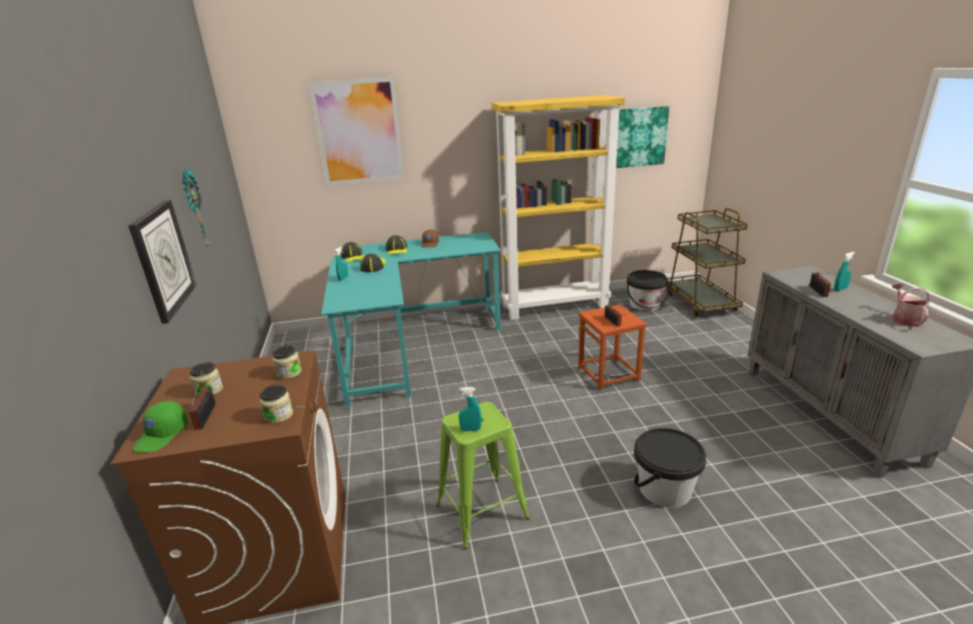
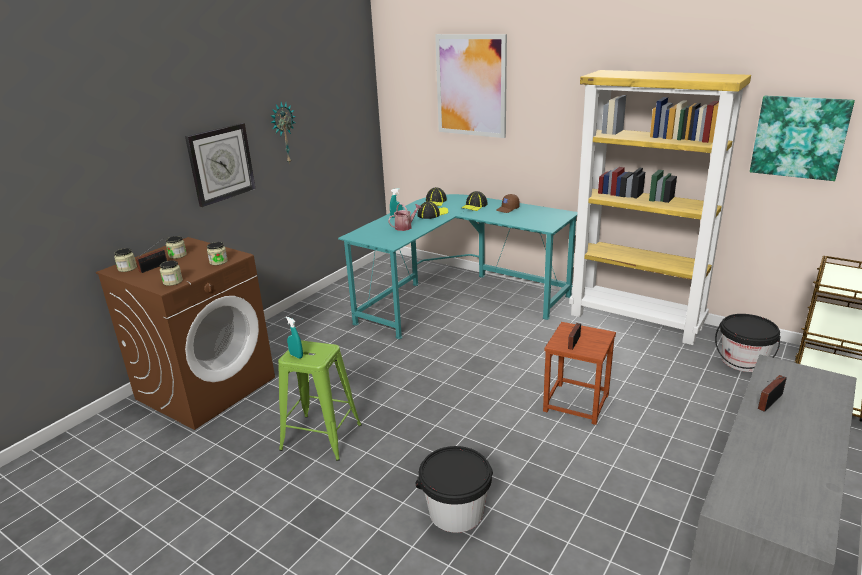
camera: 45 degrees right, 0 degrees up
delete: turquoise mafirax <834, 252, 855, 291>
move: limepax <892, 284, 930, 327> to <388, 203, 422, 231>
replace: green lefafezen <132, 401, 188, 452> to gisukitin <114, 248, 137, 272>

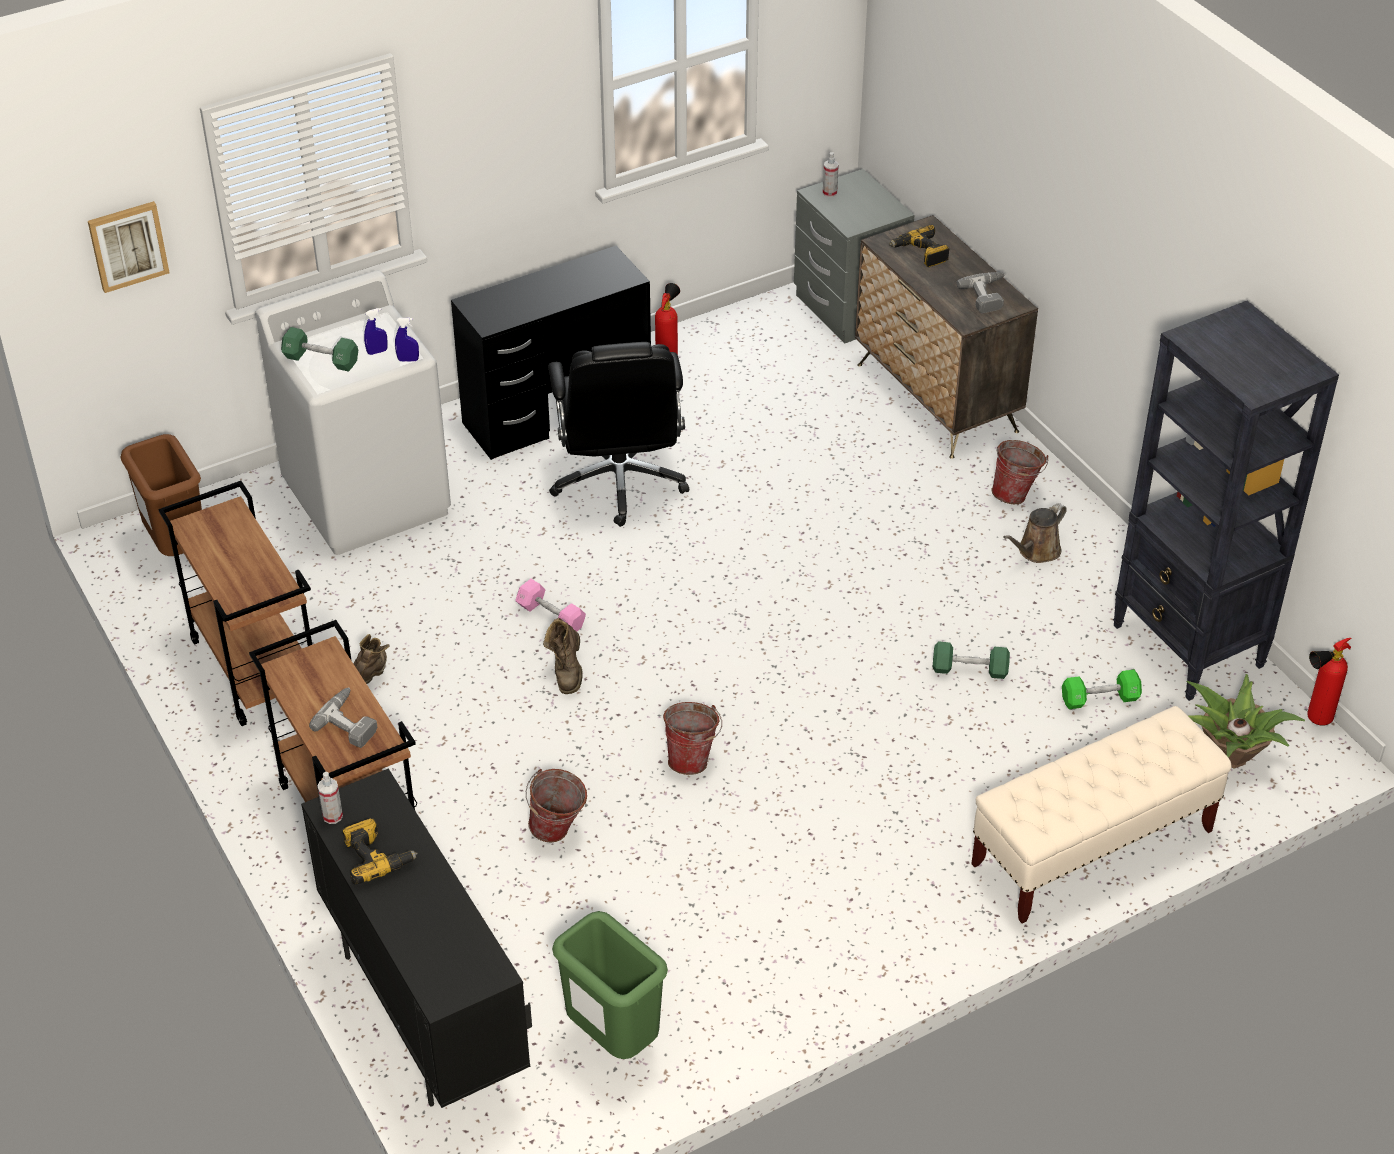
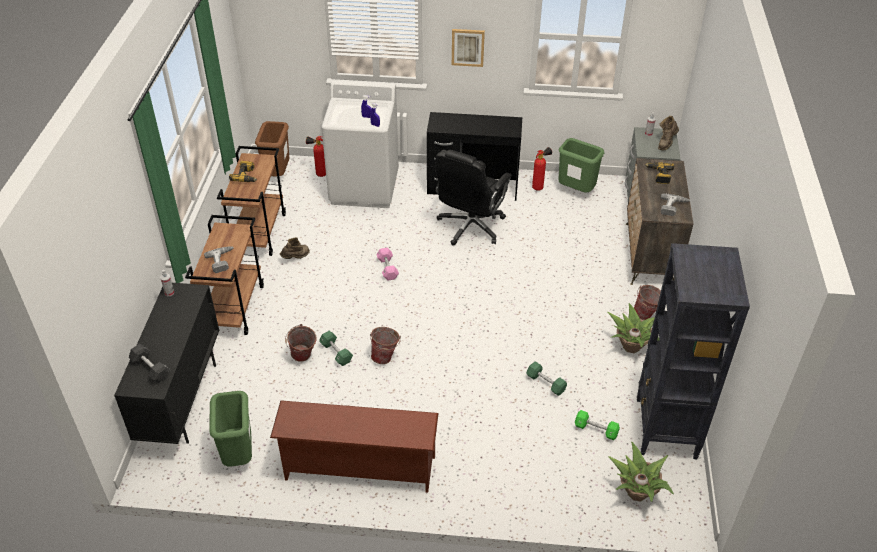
camera: 35 degrees right, 0 degrees up
delete: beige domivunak <971, 706, 1231, 923>
insert: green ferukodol <558, 138, 604, 192>; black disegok <129, 344, 170, 383>; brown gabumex <270, 400, 439, 493>
move: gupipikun <88, 201, 170, 293> to <452, 29, 485, 67>; green disegok <281, 327, 358, 372> to <319, 330, 353, 366>; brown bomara <543, 618, 583, 694> to <658, 116, 679, 150>; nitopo <1307, 638, 1351, 726> to <306, 136, 326, 177>; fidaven <342, 818, 418, 885> to <229, 161, 257, 182>
replace: brown limepax <1003, 503, 1067, 563> to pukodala <607, 303, 660, 353>

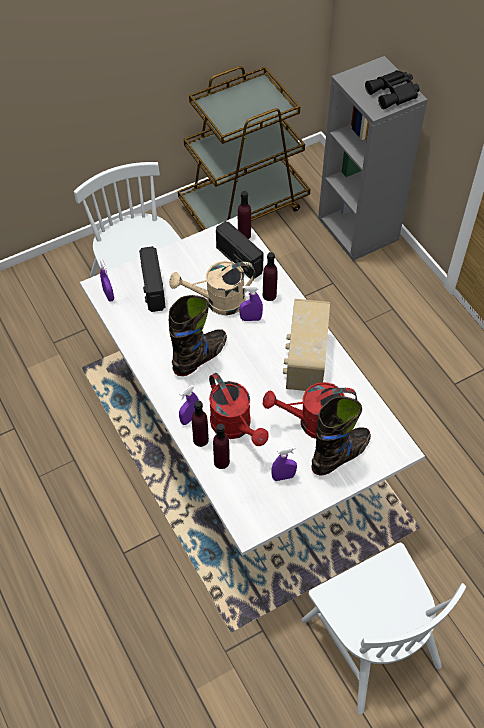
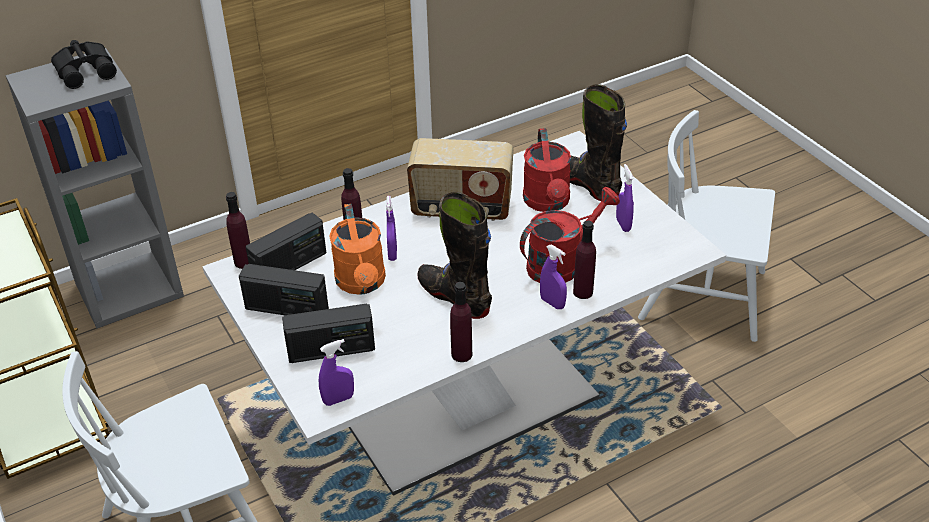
camera: 90 degrees left, 15 degrees down
insert: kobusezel <239, 264, 329, 315>
move: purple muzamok <213, 423, 230, 469> to <450, 282, 472, 362>
recolor: beige limepax <169, 261, 255, 315> to orange limepax <329, 204, 386, 295>
rotate: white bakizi <302, 543, 466, 714> = <638, 110, 775, 342> 135 degrees counterclockwise

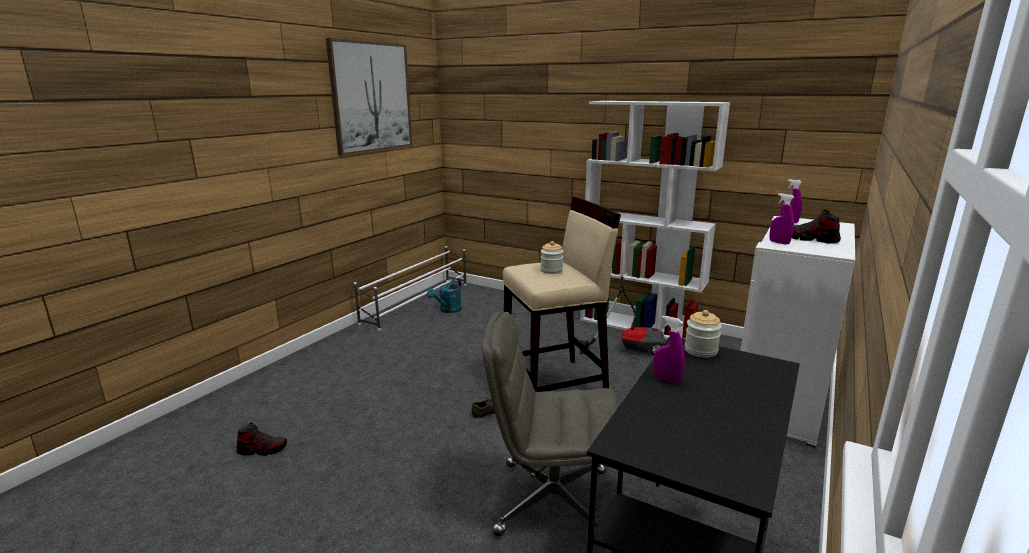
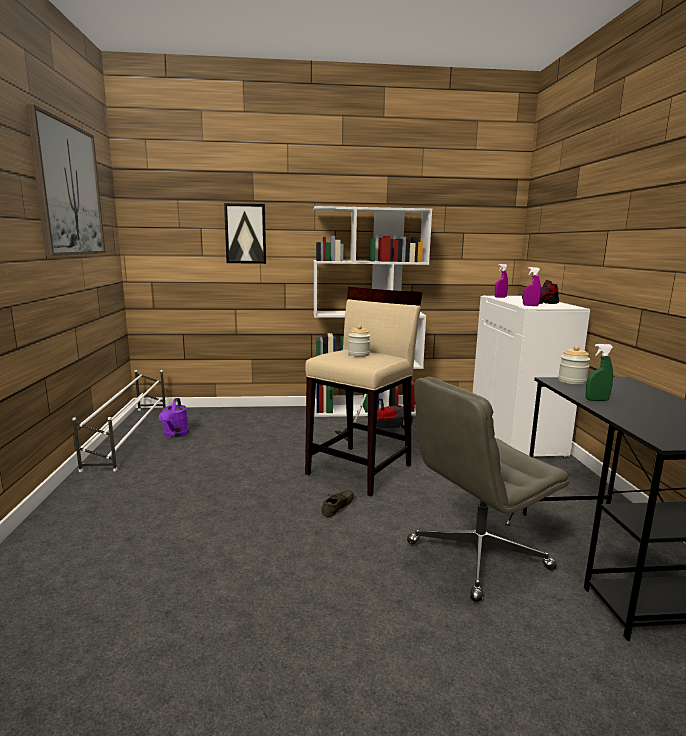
camera: 35 degrees left, 5 degrees down
delete: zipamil <236, 422, 287, 456>
insert: gupipikun <224, 203, 266, 264>
recolor: turquoise limepax <427, 278, 462, 313> to purple limepax <159, 398, 189, 438>; purple mafirax <653, 316, 685, 384> to green mafirax <586, 344, 613, 401>

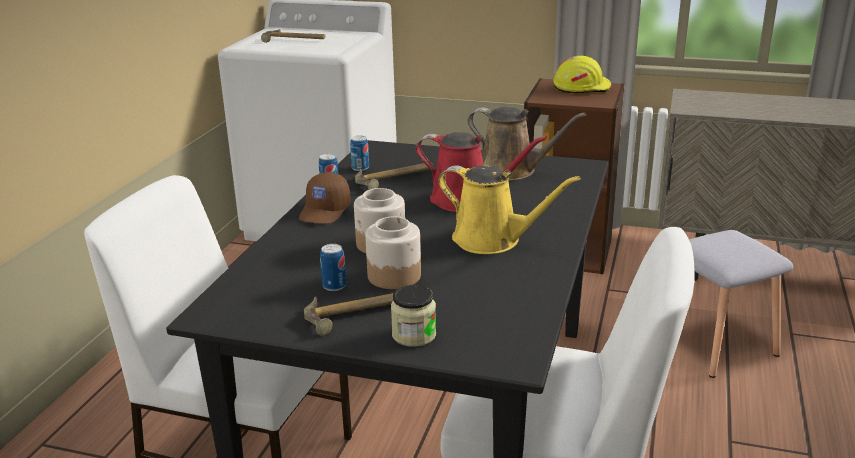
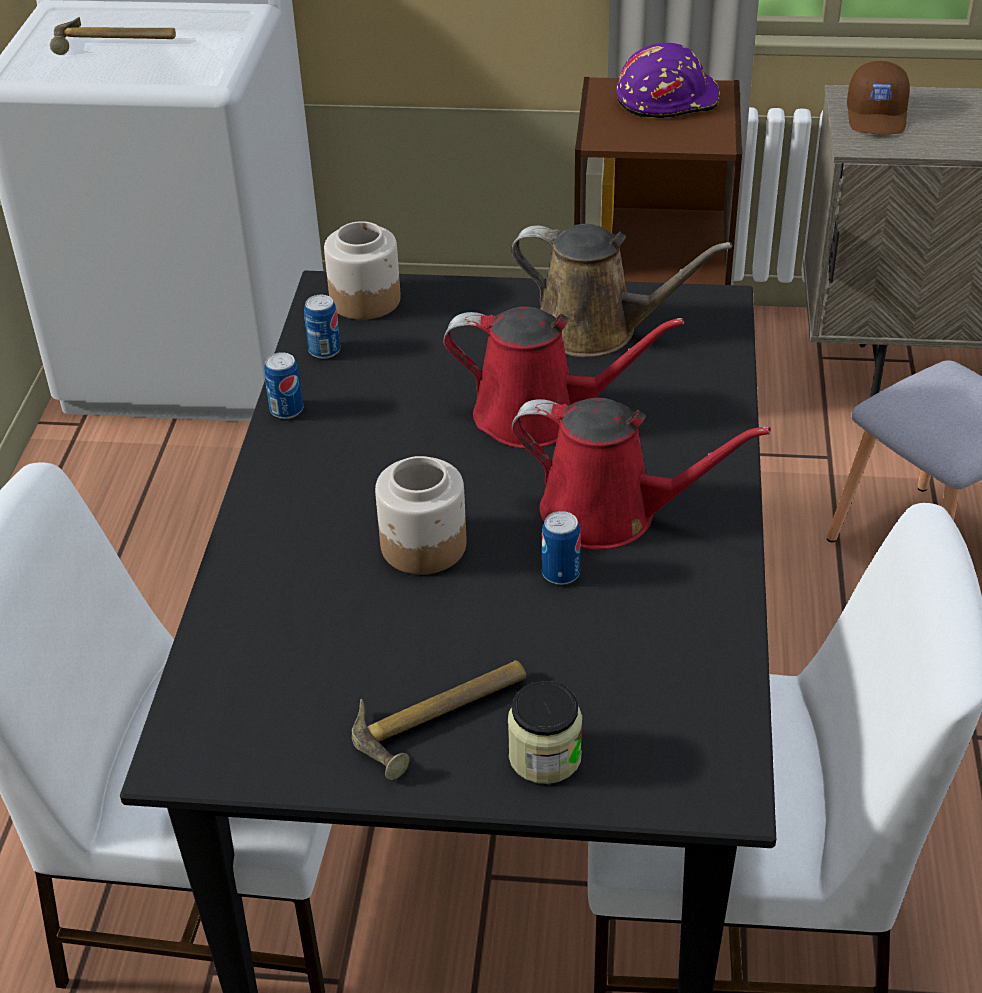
camera: 10 degrees left, 15 degrees up
delete: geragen <355, 163, 429, 190>
move: brown lefafezen <299, 172, 351, 224> to <847, 61, 910, 135>; gisukitin <365, 216, 421, 289> to <324, 221, 401, 320>; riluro <320, 244, 346, 291> to <541, 511, 581, 585>
recolor: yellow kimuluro <553, 56, 612, 94> to purple kimuluro <616, 43, 720, 118>; yellow limepax <438, 165, 581, 254> to red limepax <511, 398, 771, 550>

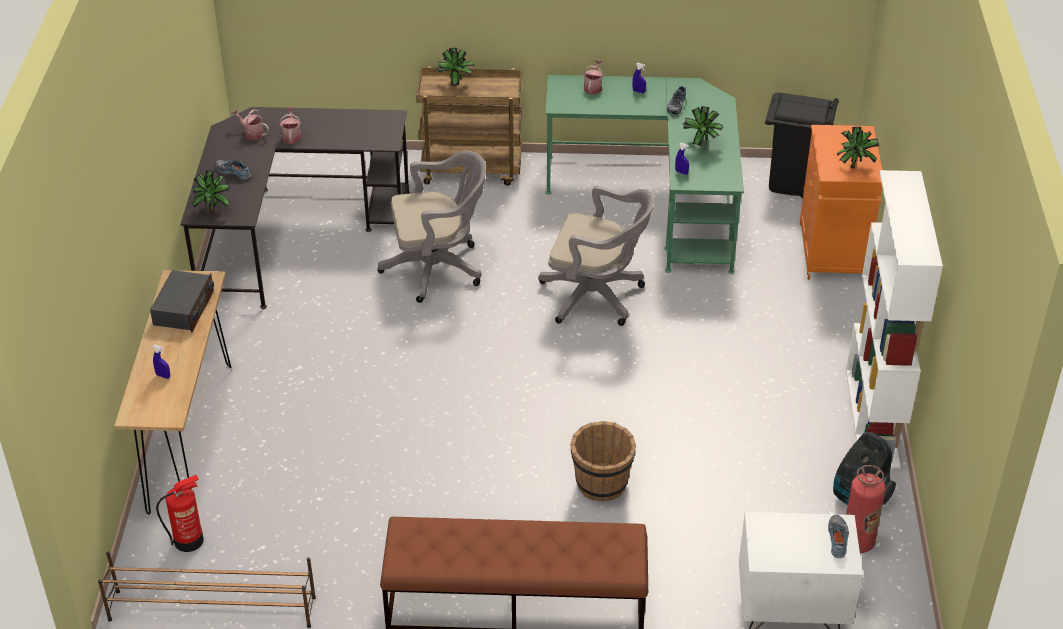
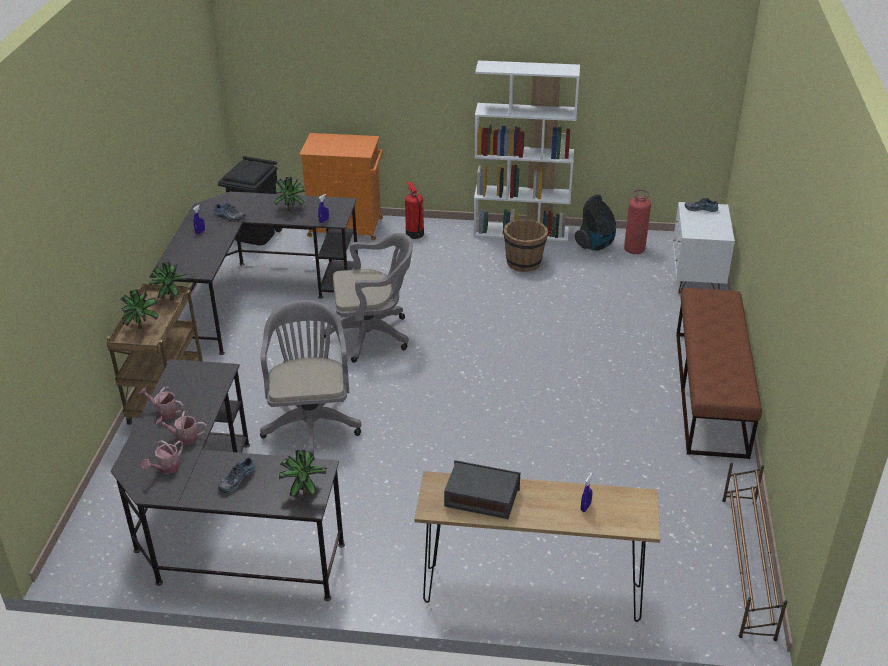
camera: 85 degrees left, 5 degrees down
move: limepax <583, 60, 603, 95> to <139, 387, 184, 419>; pukodala <837, 127, 879, 169> to <149, 262, 188, 300>; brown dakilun <570, 421, 636, 501> to <504, 219, 548, 272>; nitopo <156, 475, 204, 552> to <405, 182, 424, 239>
recolor: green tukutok <545, 75, 744, 274> to black tukutok <149, 192, 358, 355>
rotate: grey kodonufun <538, 186, 654, 326> = <324, 233, 413, 363> 60 degrees clockwise

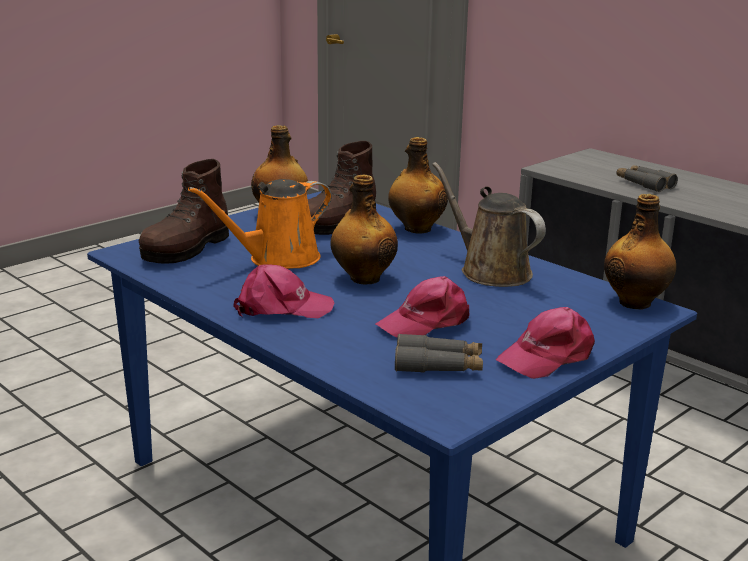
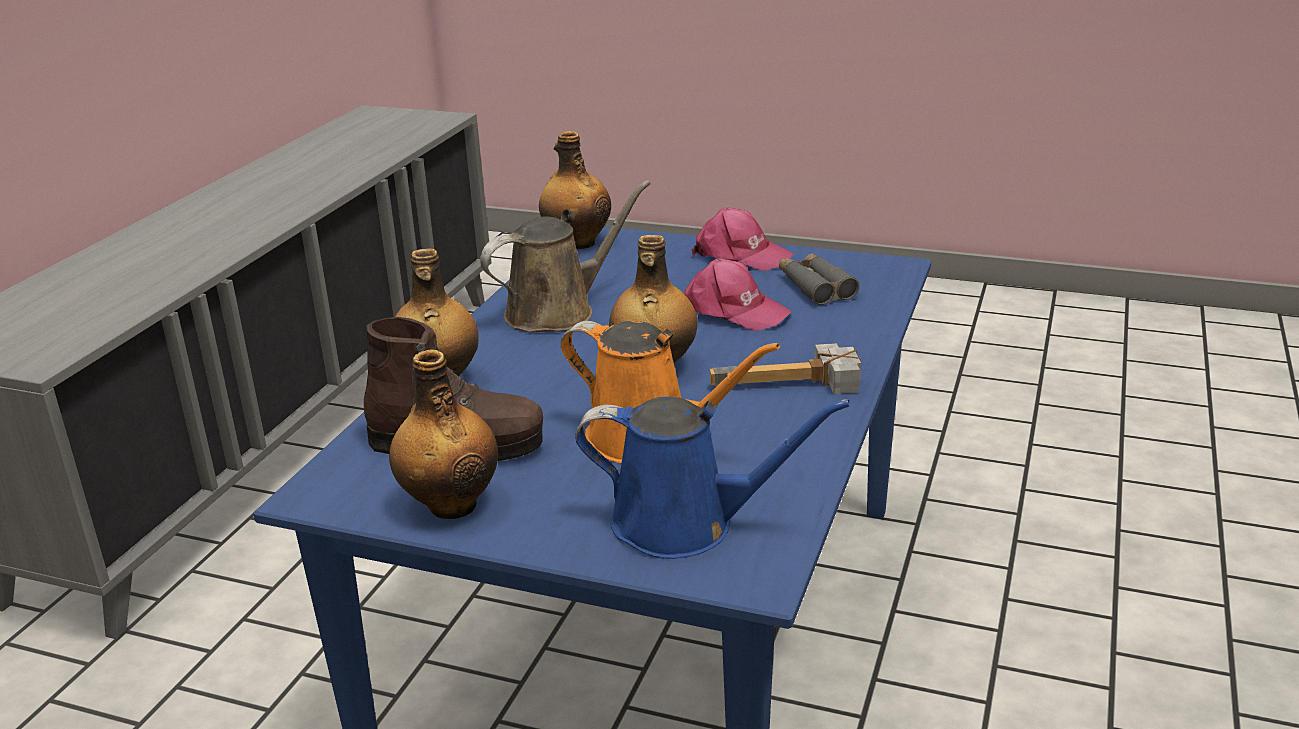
camera: 115 degrees left, 5 degrees up
delete: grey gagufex <617, 165, 678, 192>
replace: brown bomara <139, 159, 229, 264> to blue limepax <575, 397, 850, 559>; pink lefafezen <233, 265, 334, 318> to geragen <710, 343, 861, 394>
rotate: brown limepax <432, 162, 546, 287> = <480, 180, 651, 332> 150 degrees counterclockwise

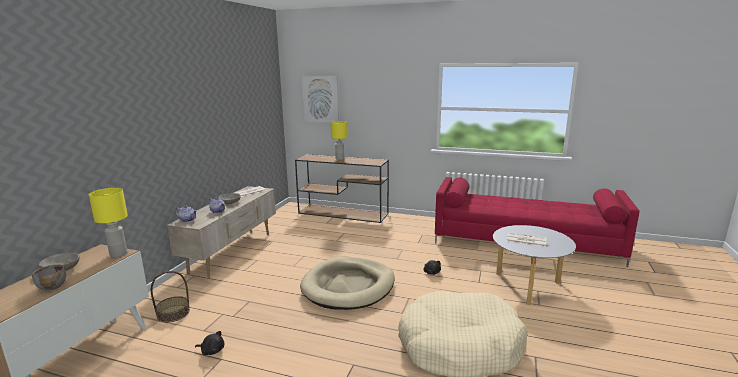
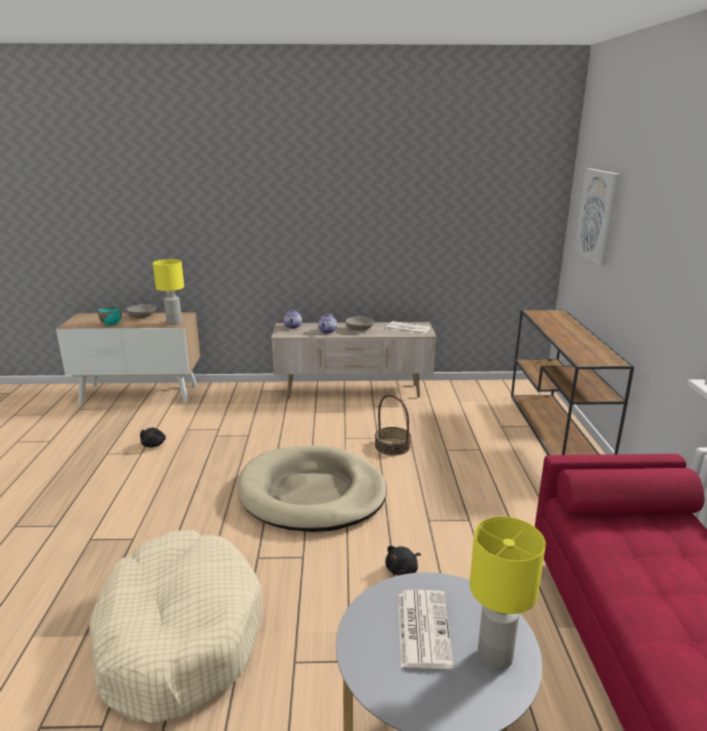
camera: 70 degrees right, 5 degrees up
move: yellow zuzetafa <331, 121, 347, 160> to <470, 516, 546, 670>; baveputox <151, 271, 190, 323> to <375, 395, 411, 456>
recolor: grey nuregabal <32, 265, 66, 291> to turquoise nuregabal <98, 306, 122, 326>

